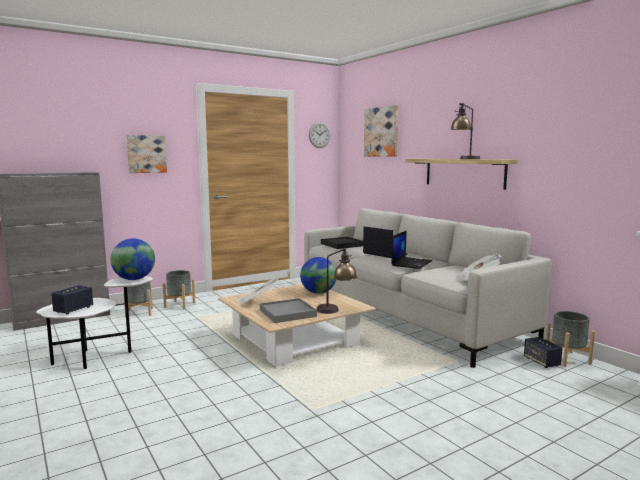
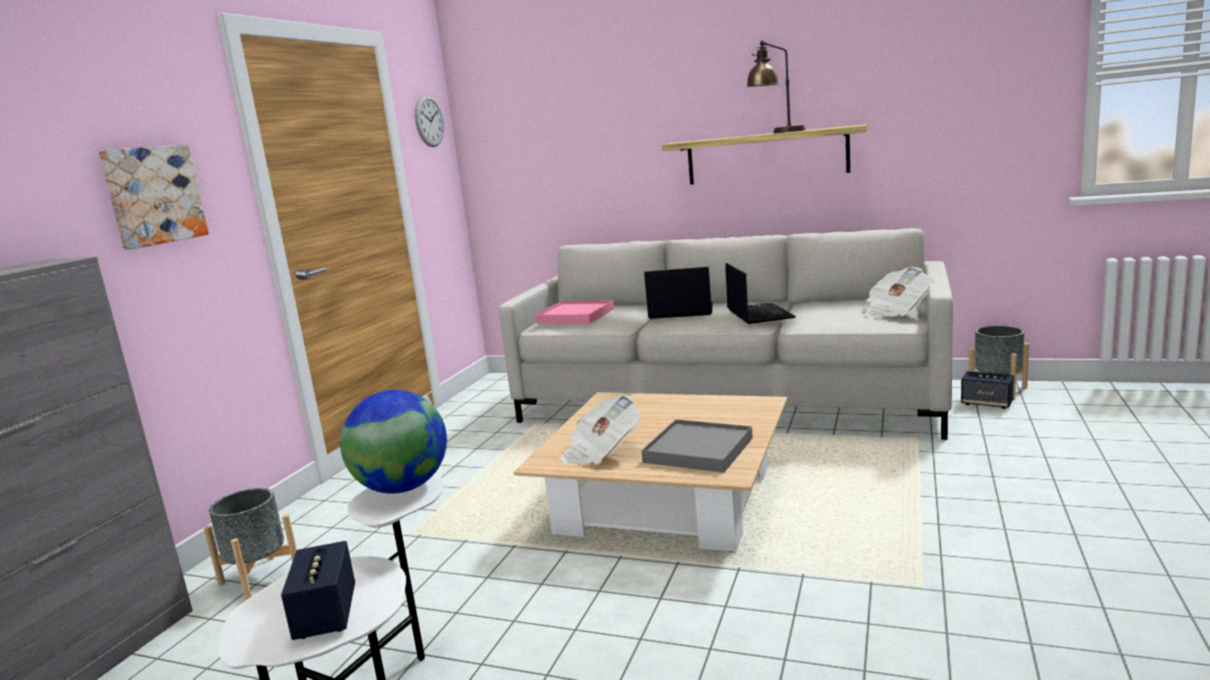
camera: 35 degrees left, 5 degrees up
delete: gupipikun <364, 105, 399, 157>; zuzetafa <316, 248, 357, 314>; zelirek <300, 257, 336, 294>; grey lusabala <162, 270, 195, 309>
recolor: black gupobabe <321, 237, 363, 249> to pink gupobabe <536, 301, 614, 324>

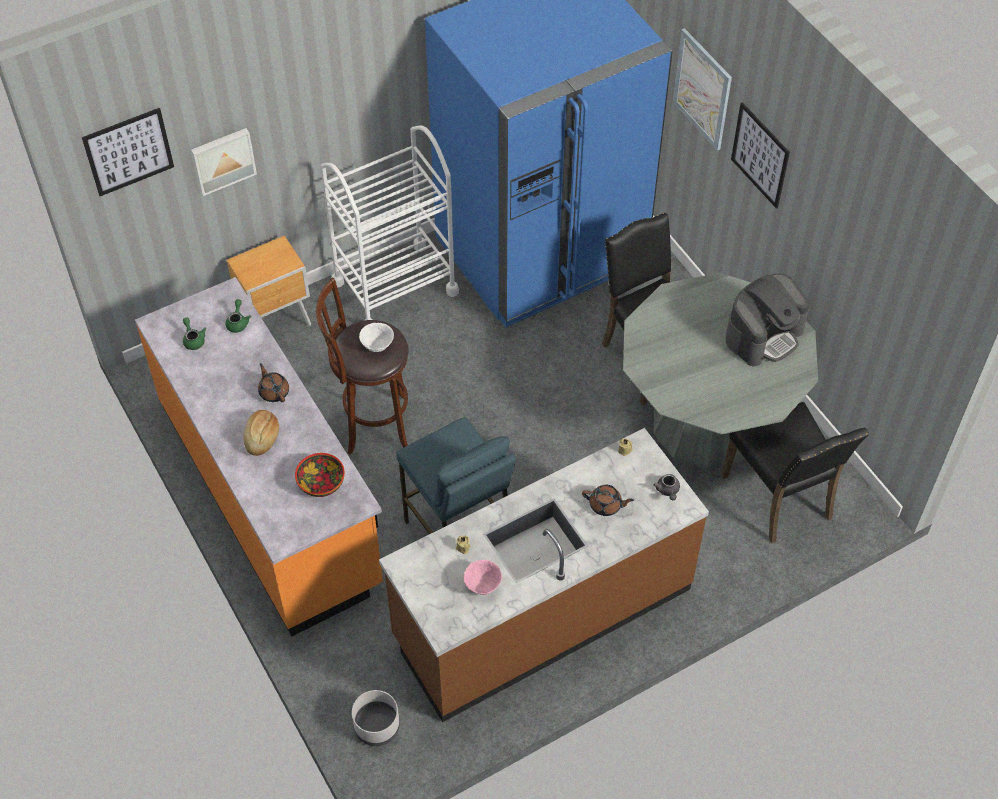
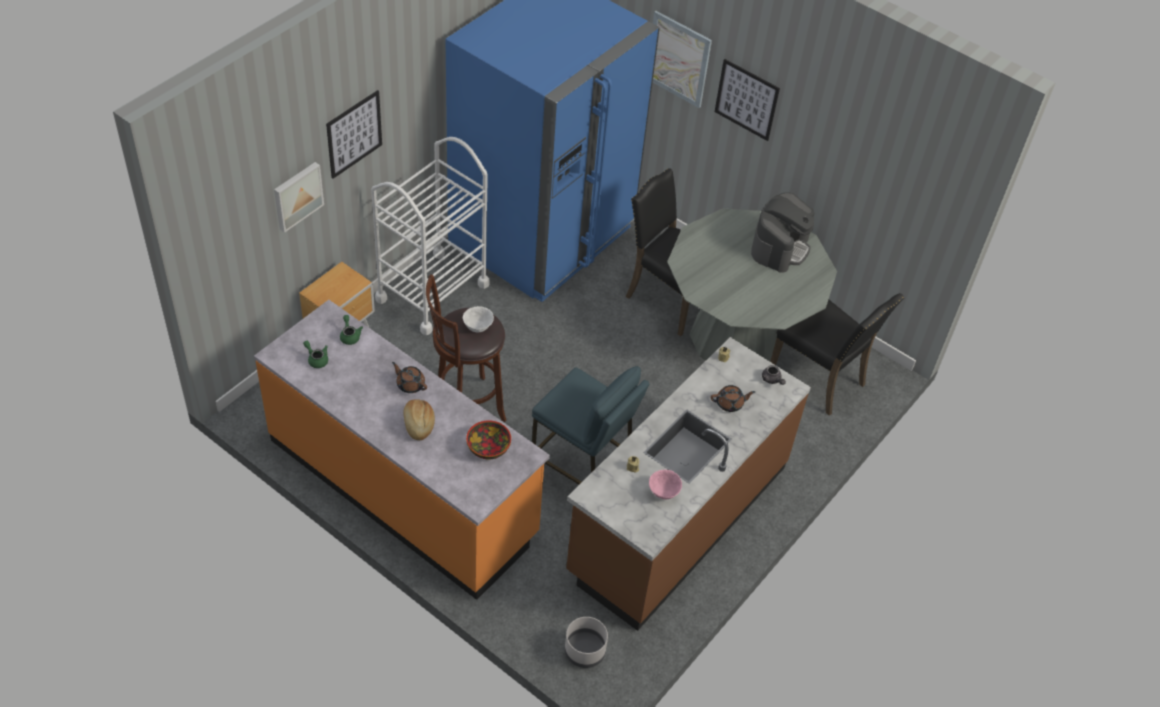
camera: 25 degrees left, 5 degrees down
move: gupipikun <82, 108, 174, 196> to <326, 90, 382, 179>

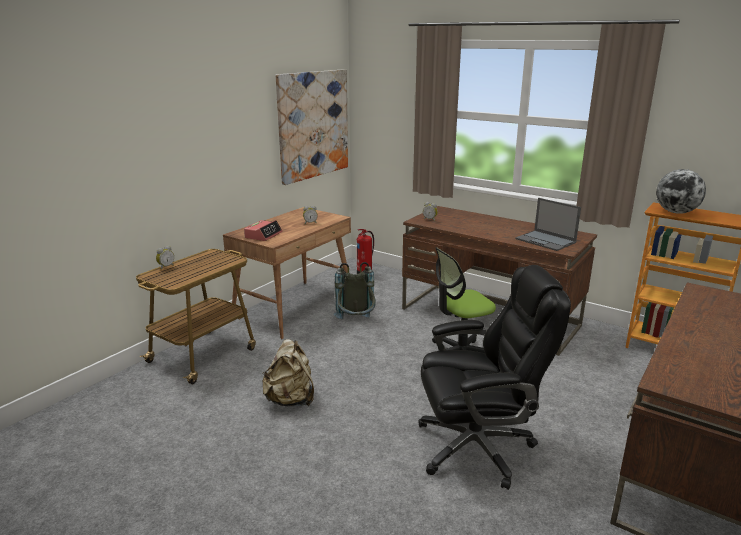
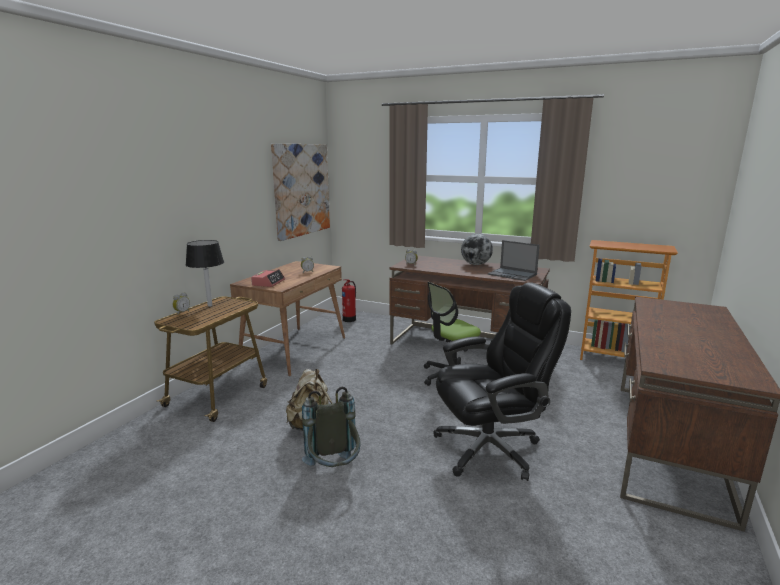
camera: 10 degrees left, 5 degrees down
insert: black zuzetafa <186, 240, 224, 307>
move: zelirek <656, 169, 706, 214> to <461, 234, 493, 265>; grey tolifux <334, 262, 376, 319> to <302, 387, 360, 467>

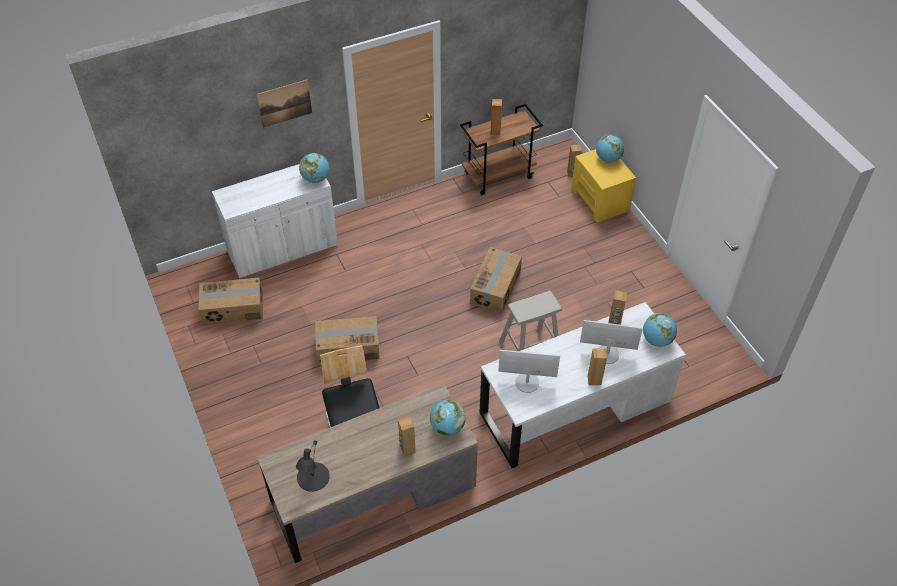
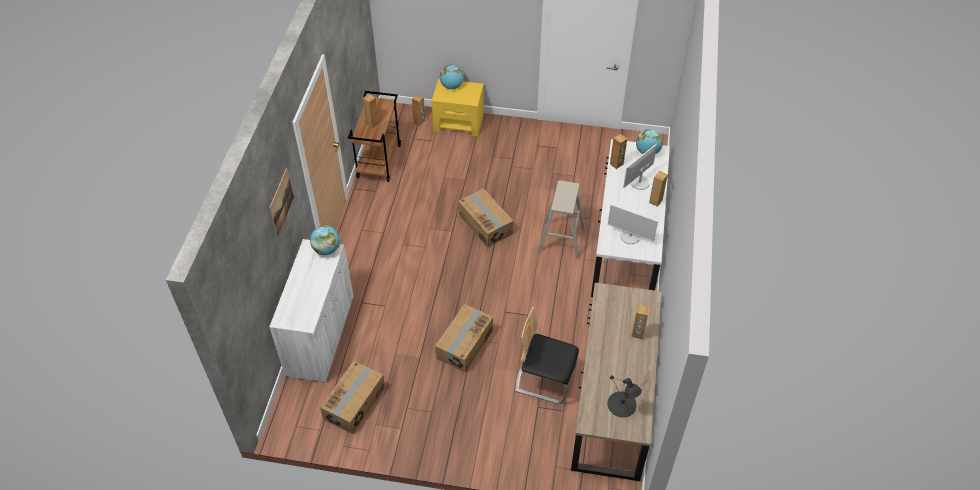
camera: 55 degrees left, 0 degrees up
delete: zelirek <430, 400, 466, 436>
rotate: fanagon <498, 350, 560, 393> = <608, 204, 658, 244> 105 degrees counterclockwise

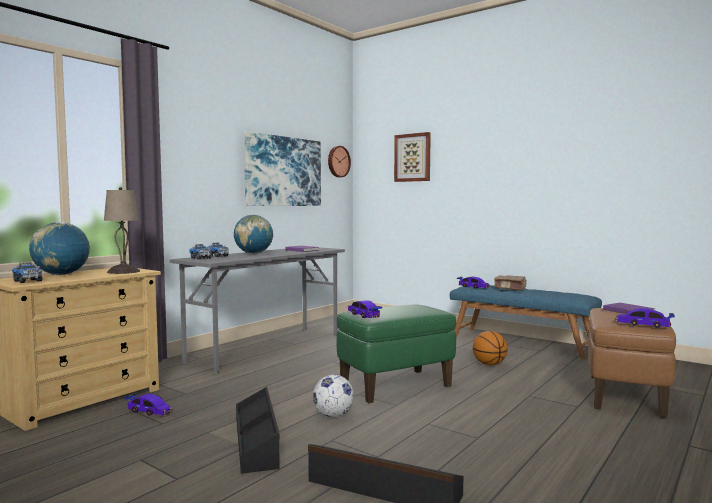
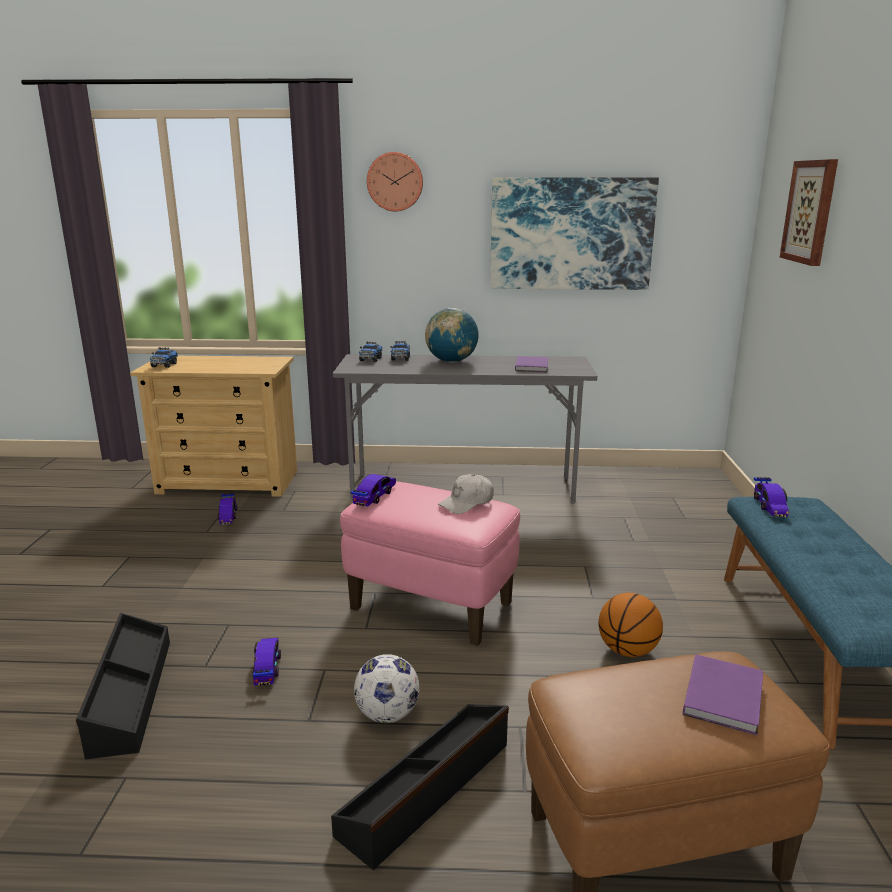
camera: 55 degrees right, 15 degrees up
delete: beige zuzetafa <104, 187, 140, 274>; zelirek <29, 222, 90, 275>; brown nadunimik <494, 275, 527, 291>
insert: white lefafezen <438, 474, 494, 514>
move: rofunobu <328, 146, 351, 177> to <367, 152, 423, 211>; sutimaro <615, 308, 675, 328> to <252, 637, 281, 686>; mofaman <313, 375, 354, 417> to <354, 654, 420, 723>; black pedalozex <236, 387, 280, 474> to <331, 704, 509, 870>
recolor: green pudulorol <336, 305, 456, 403> to pink pudulorol <340, 481, 520, 646>

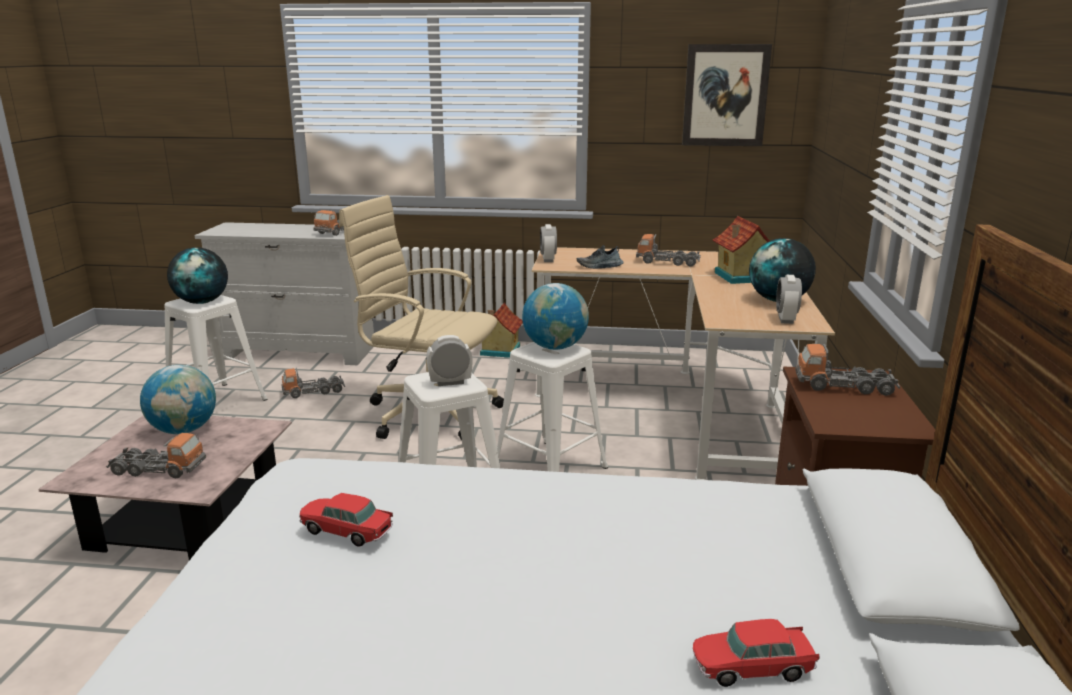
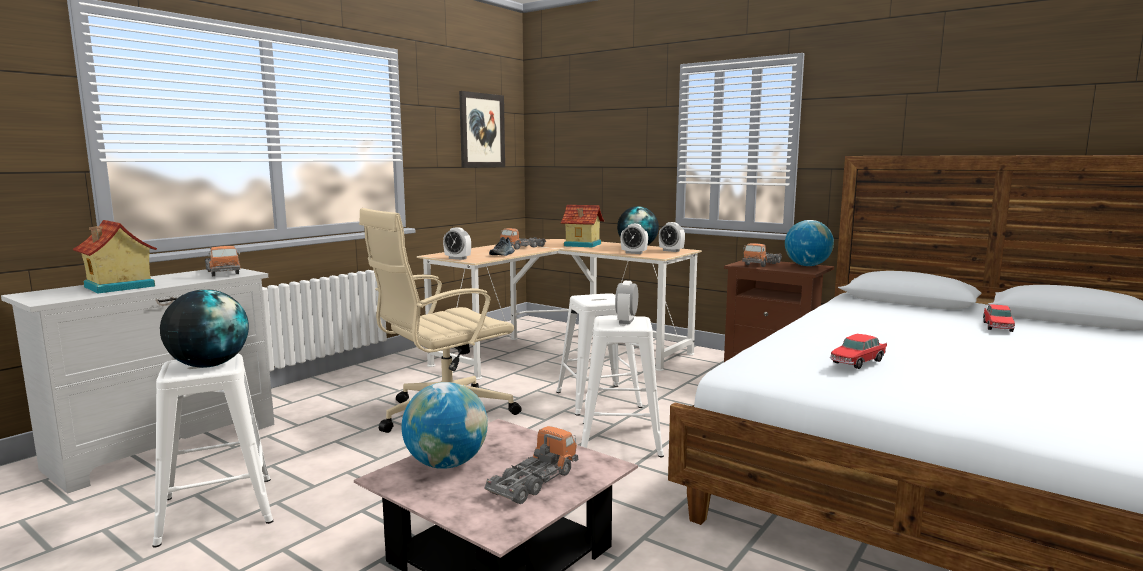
camera: 60 degrees left, 10 degrees down
delete: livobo <282, 368, 345, 398>
insert: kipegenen <620, 224, 648, 254>
move: zelirek <522, 283, 589, 350> to <785, 220, 834, 266>; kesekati <480, 302, 523, 358> to <72, 220, 157, 293>

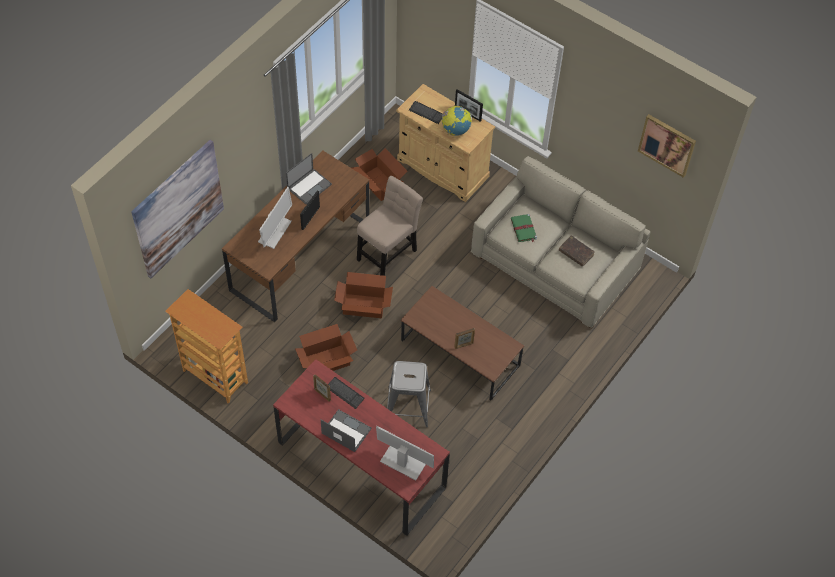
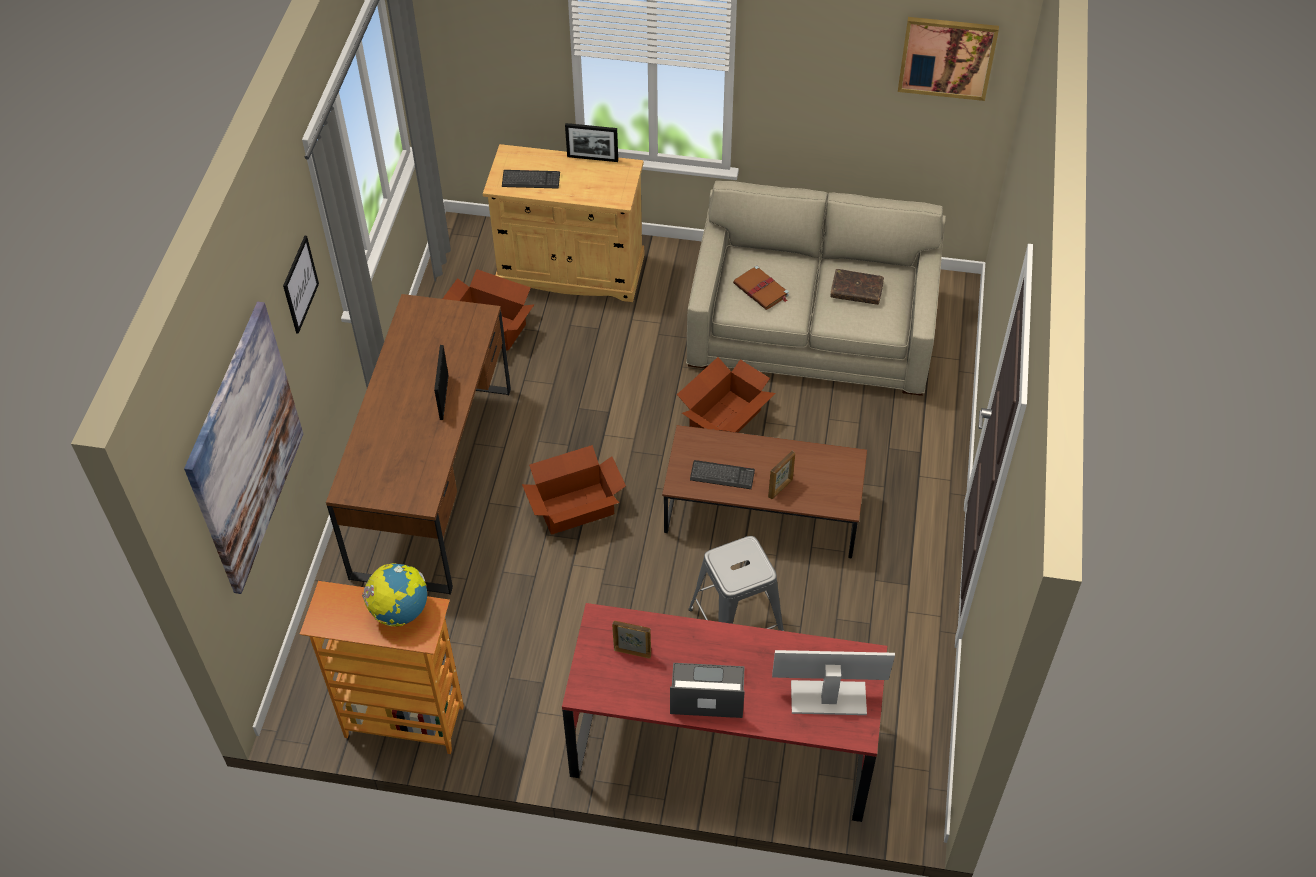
camera: 25 degrees left, 5 degrees down
delete: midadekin <286, 153, 332, 204>; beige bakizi <357, 176, 423, 276>; fanagon <258, 187, 292, 249>
insert: gupipikun <283, 236, 319, 334>
move: zelirek <442, 106, 472, 136> to <362, 563, 427, 627>; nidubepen <295, 324, 357, 371> to <677, 357, 776, 433>; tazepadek <328, 377, 365, 409> to <690, 460, 755, 489>
recolor: green nadunimik <511, 214, 537, 242> to brown nadunimik <733, 265, 789, 310>

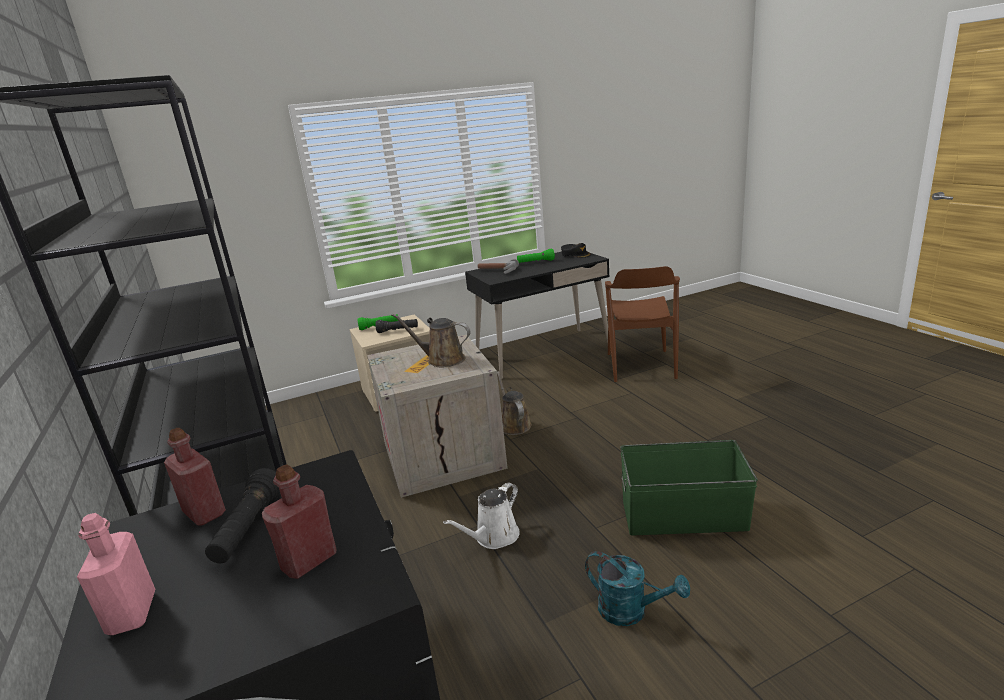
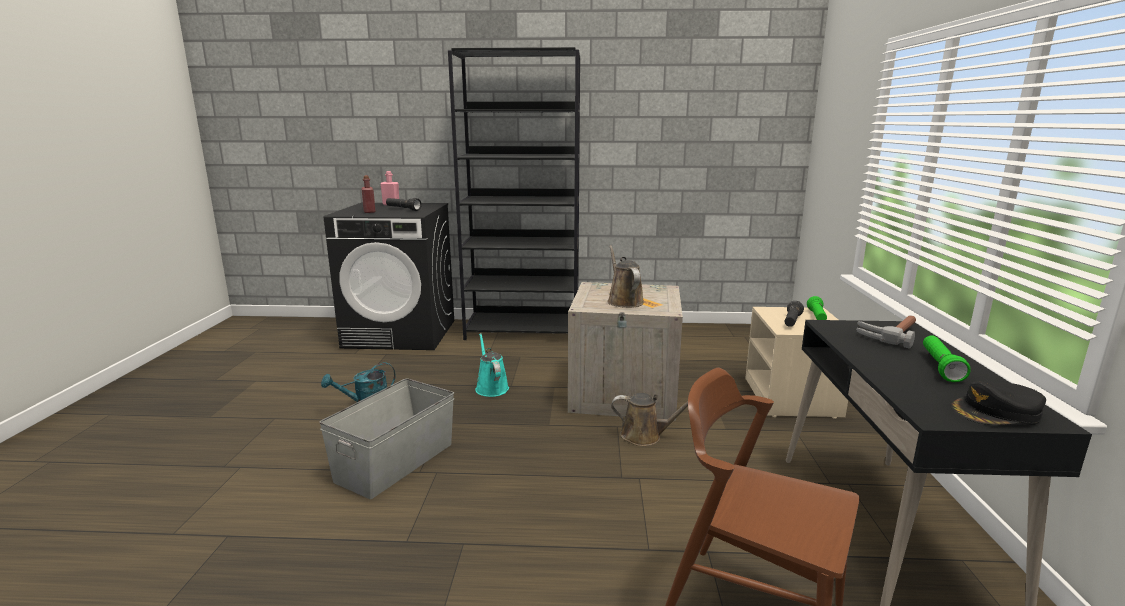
camera: 115 degrees right, 5 degrees down
delete: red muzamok <164, 428, 226, 526>
recolor: green pedalozex <620, 440, 758, 535> to grey pedalozex <319, 378, 454, 499>; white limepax <443, 483, 520, 549> to turquoise limepax <475, 333, 509, 397>
rotate: brown limepax <391, 314, 471, 367> = <607, 245, 644, 308> 60 degrees counterclockwise

